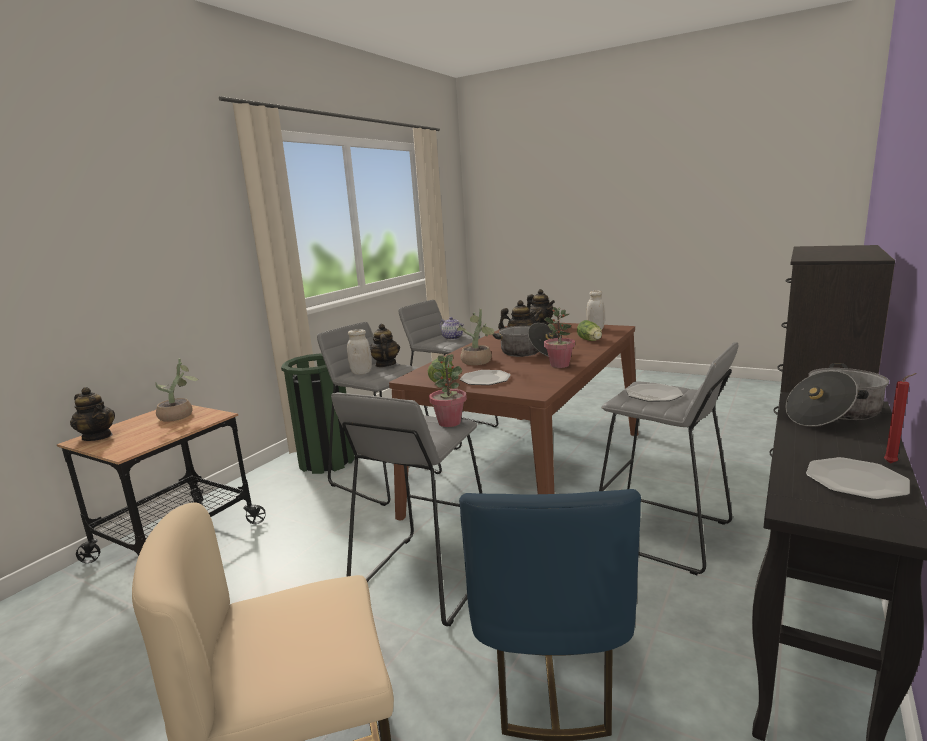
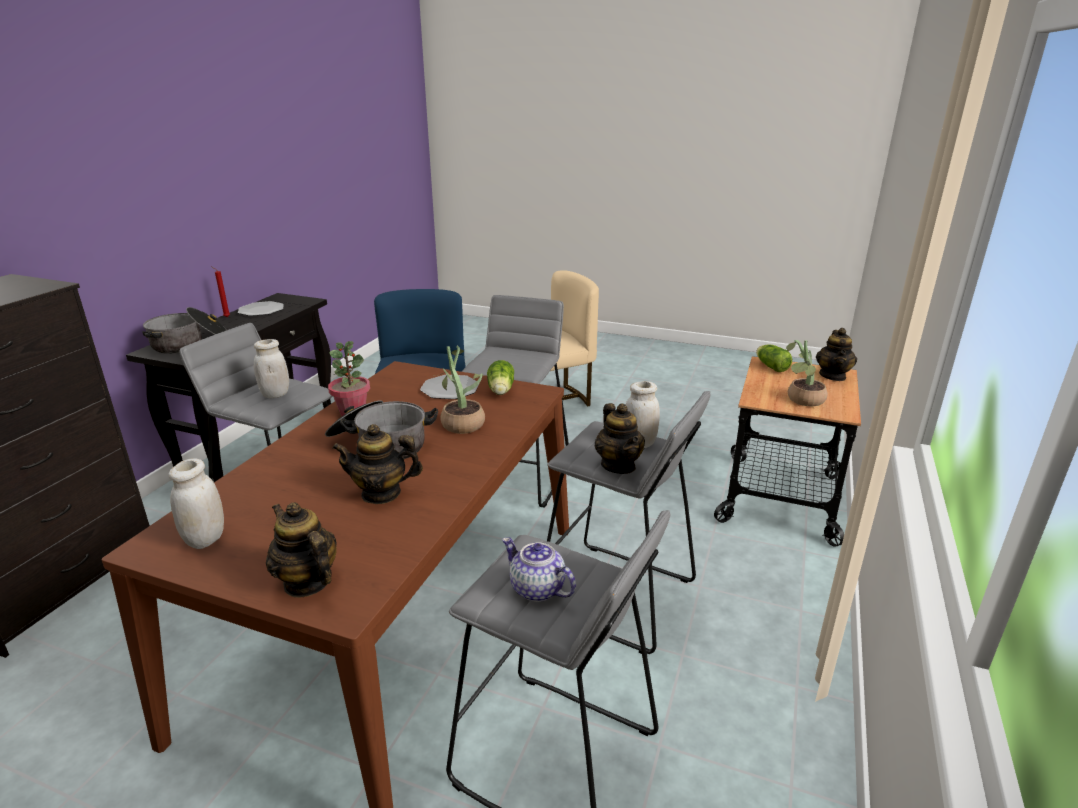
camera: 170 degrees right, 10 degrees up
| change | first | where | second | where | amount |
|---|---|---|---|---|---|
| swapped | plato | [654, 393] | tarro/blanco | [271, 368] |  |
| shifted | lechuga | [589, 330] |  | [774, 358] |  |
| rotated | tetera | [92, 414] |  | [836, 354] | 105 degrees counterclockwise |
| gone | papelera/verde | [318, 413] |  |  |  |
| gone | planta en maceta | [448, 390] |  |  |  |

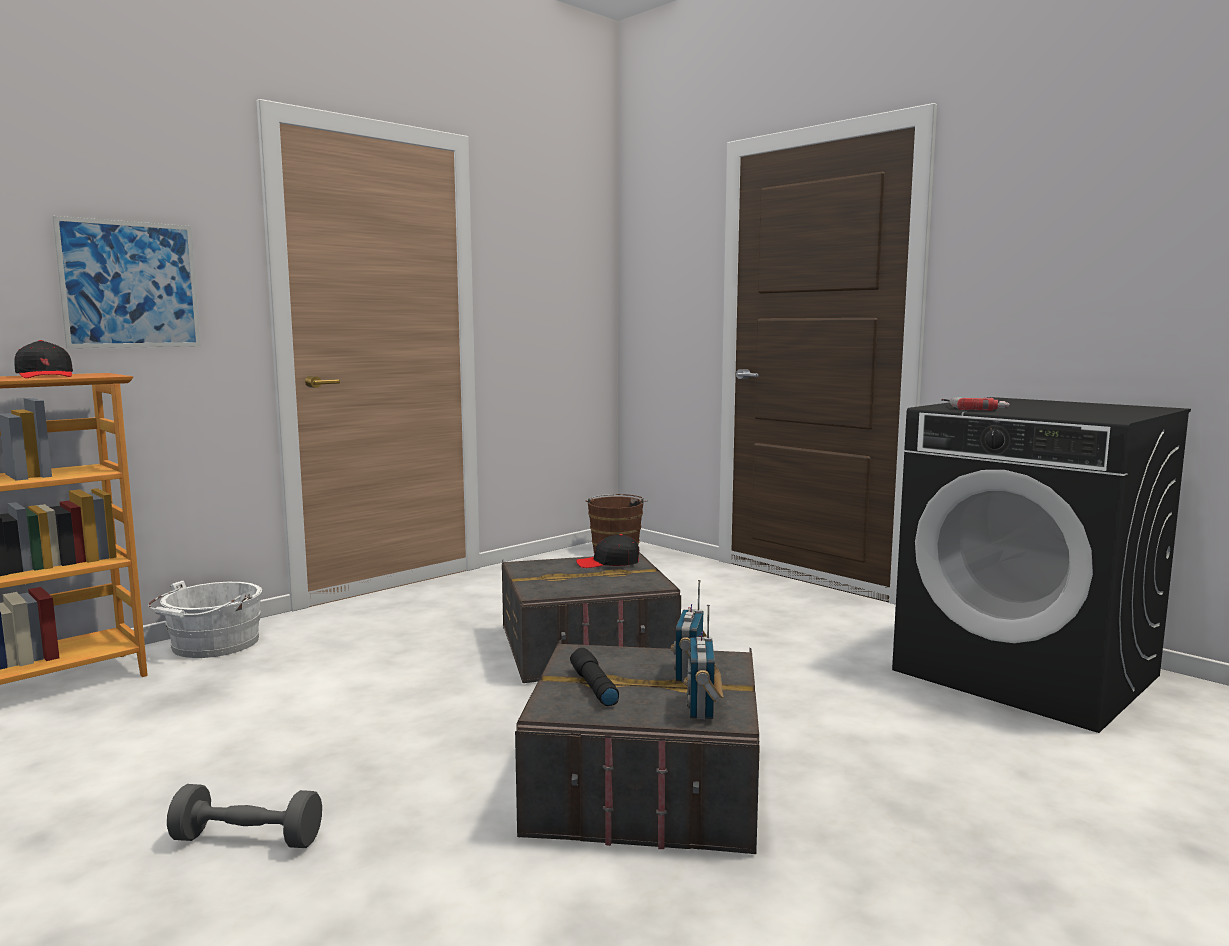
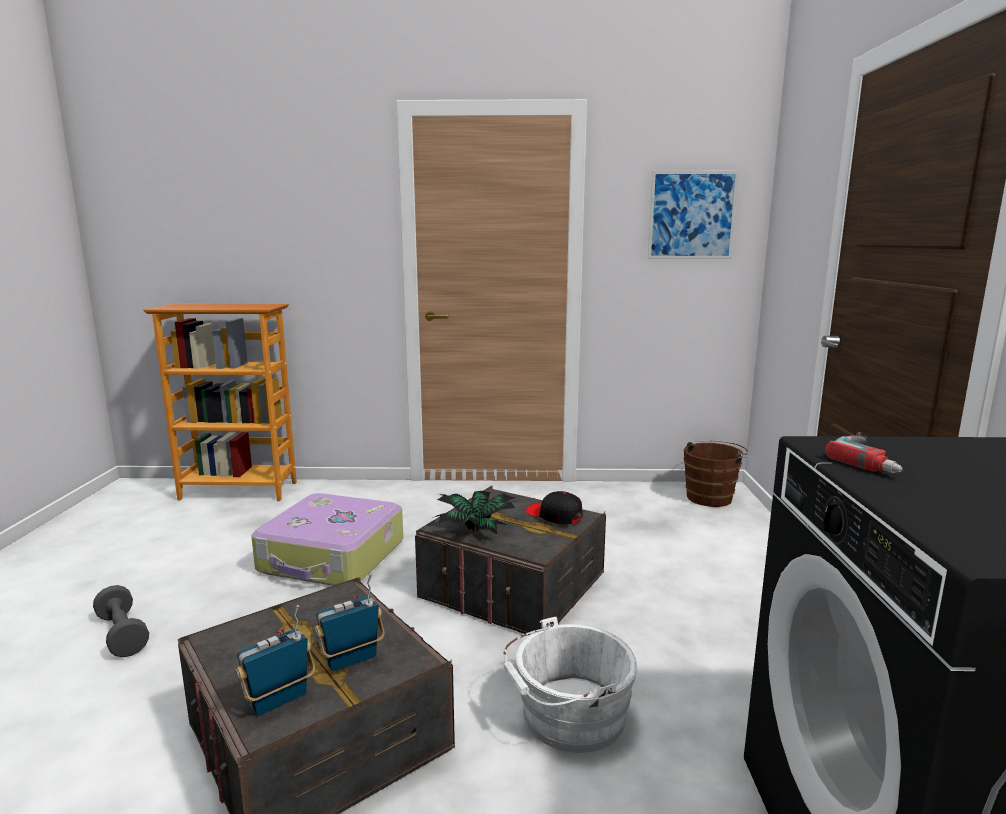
camera: 45 degrees right, 5 degrees up
| change | first | where | second | where | amount |
|---|---|---|---|---|---|
| new |  |  | maleta | [327, 539] |  |
| new |  |  | planta en maceta | [473, 512] |  |
| shifted | cubo/blanco | [205, 619] |  | [570, 685] |  |
| shifted | cuadro | [126, 282] |  | [693, 215] |  |
| gone | gorra/negro | [43, 359] |  |  |  |
| gone | linterna/negro | [594, 677] |  |  |  |

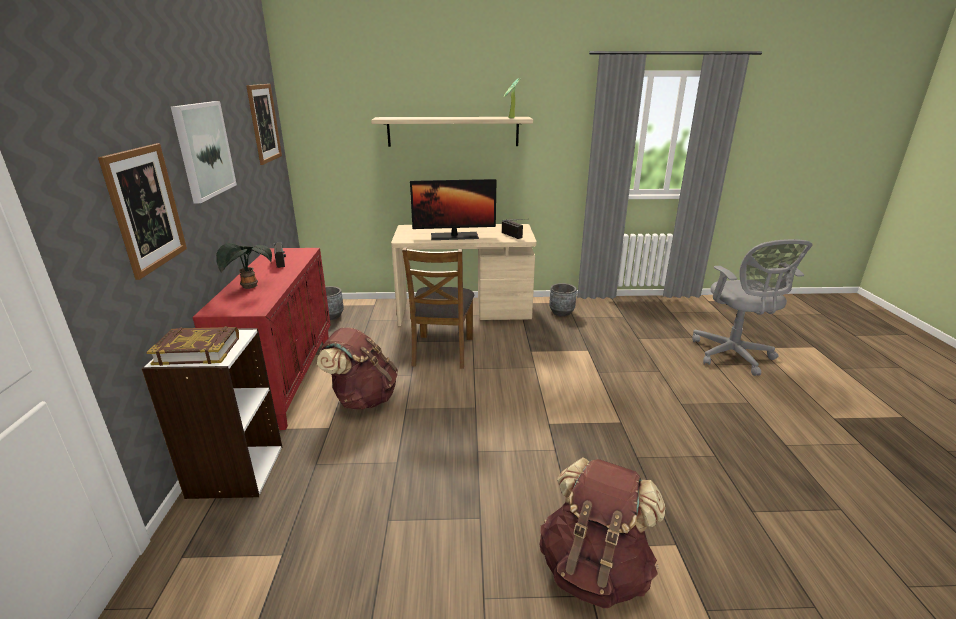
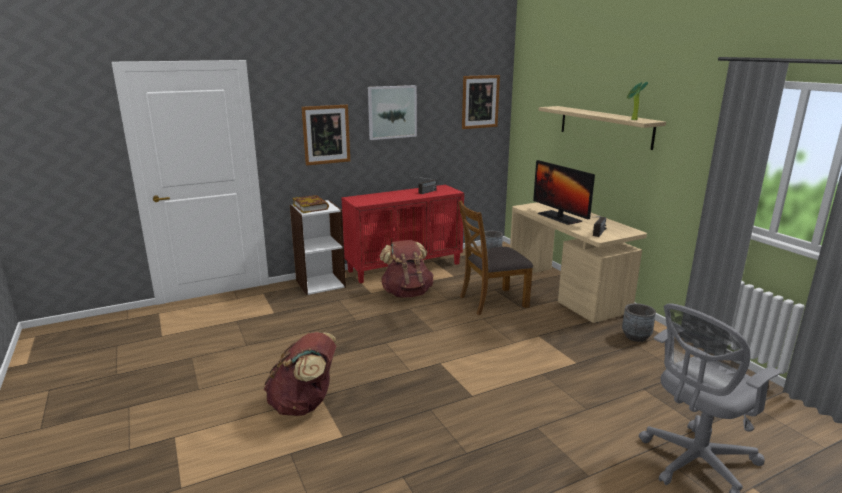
camera: 65 degrees right, 5 degrees down
| change | first | where | second | where | amount |
|---|---|---|---|---|---|
| gone | planta en maceta | [244, 266] |  |  |  |

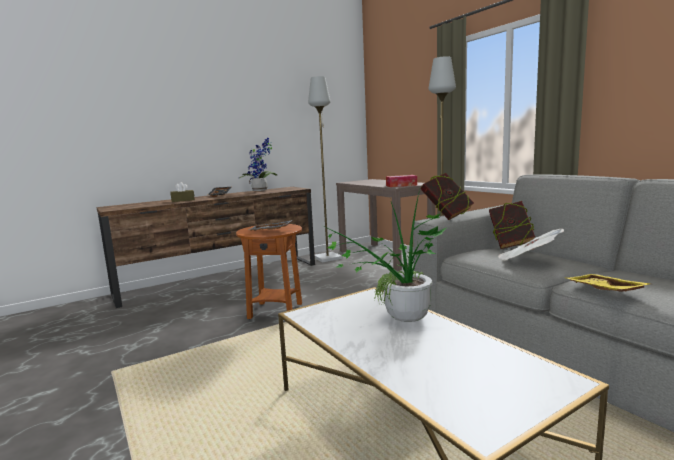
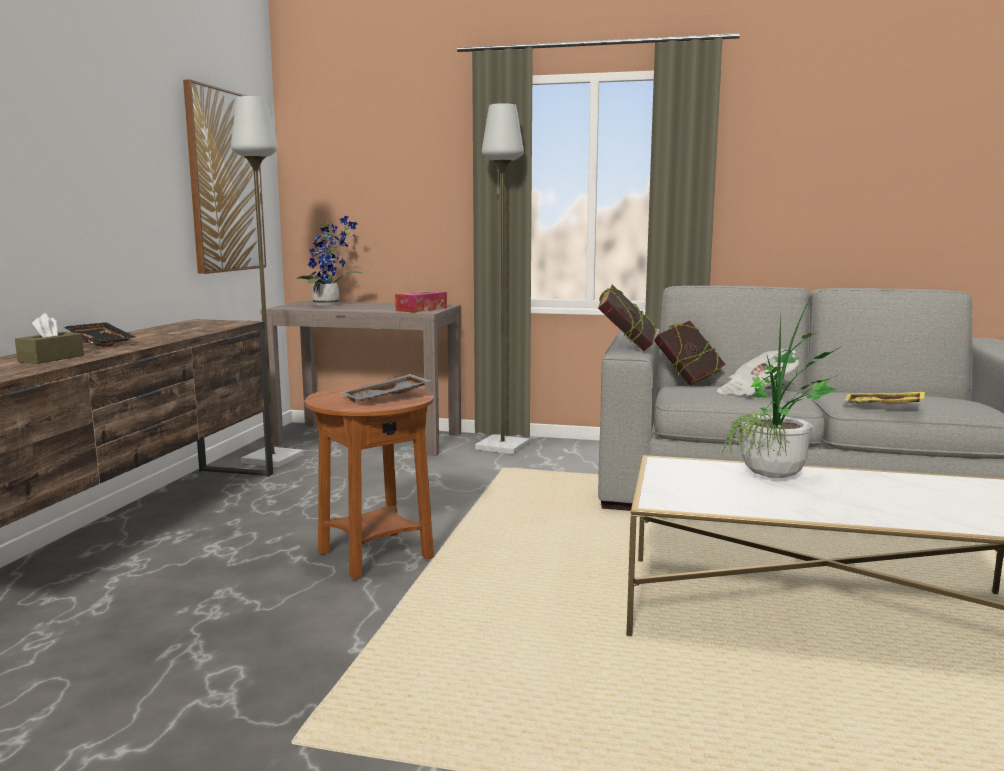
camera: 45 degrees left, 0 degrees up
| change | first | where | second | where | amount |
|---|---|---|---|---|---|
| new |  |  | cuadro | [224, 176] |  |
| shifted | planta en maceta | [258, 164] |  | [330, 260] |  |

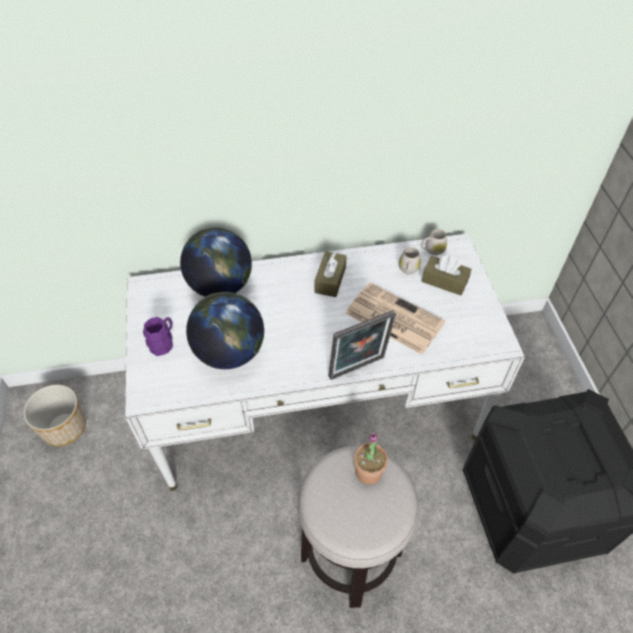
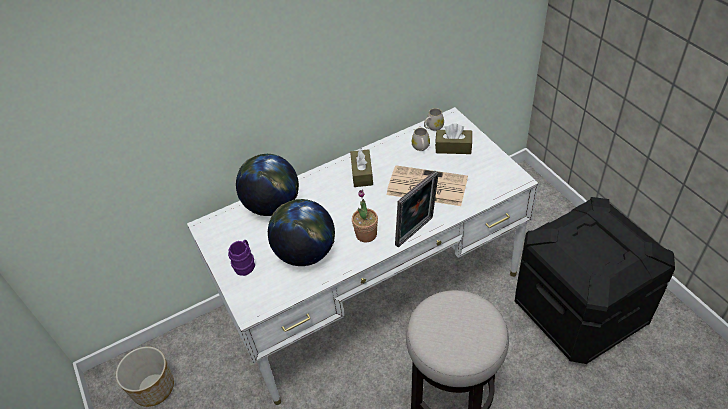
camera: 15 degrees left, 5 degrees down
| change | first | where | second | where | amount |
|---|---|---|---|---|---|
| shifted | planta en maceta | [371, 458] |  | [365, 216] |  |

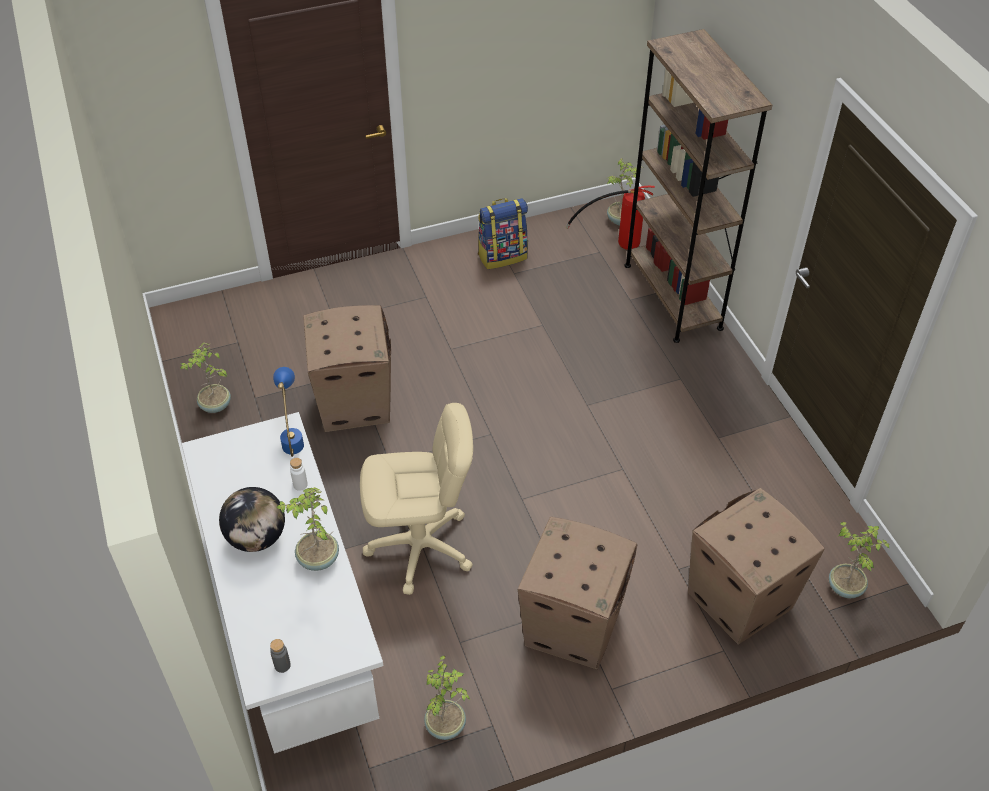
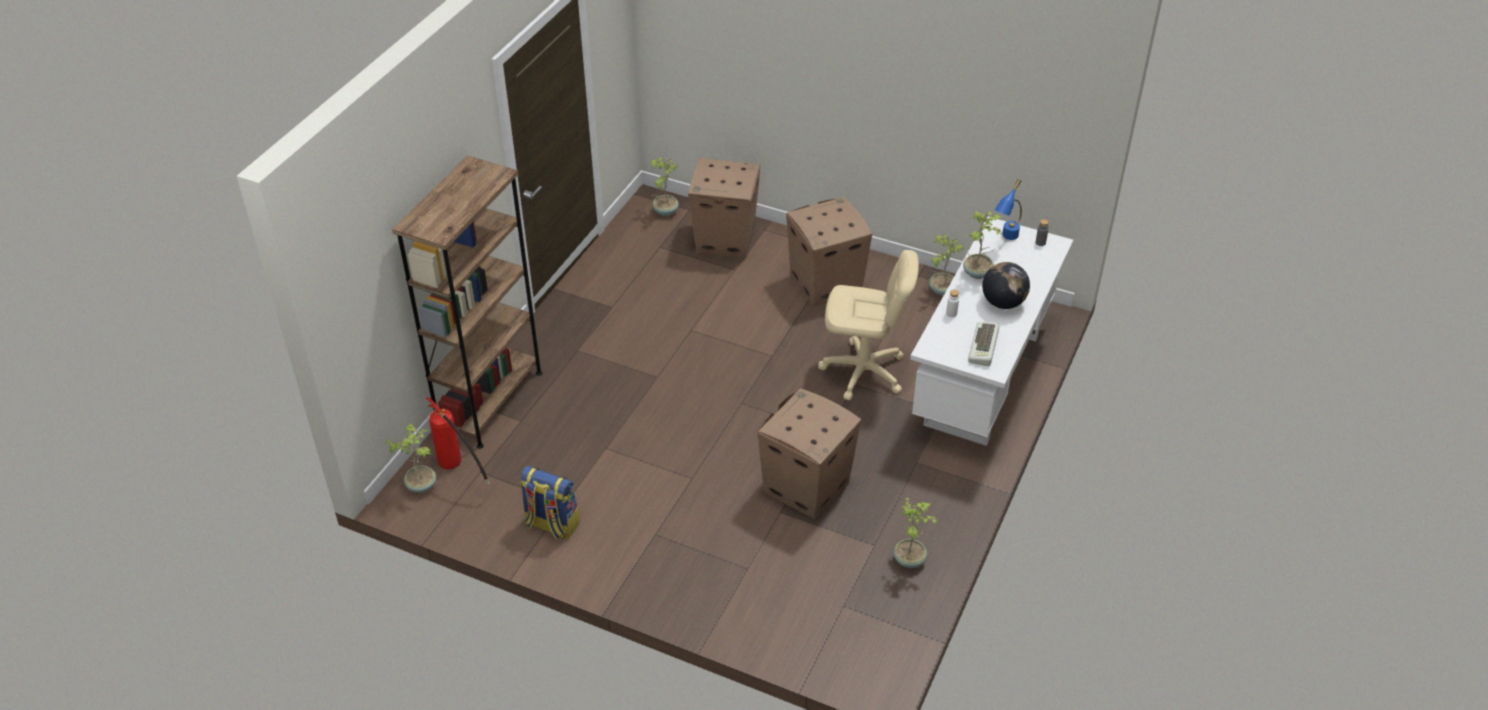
camera: 135 degrees left, 5 degrees down
| change | first | where | second | where | amount |
|---|---|---|---|---|---|
| rotated | silla de oficina/beis | [416, 499] |  | [868, 325] | 150 degrees clockwise |
| new |  |  | teclado | [983, 344] |  |
| shifted | lámpara de mesa/azul | [288, 412] |  | [1008, 209] |  |

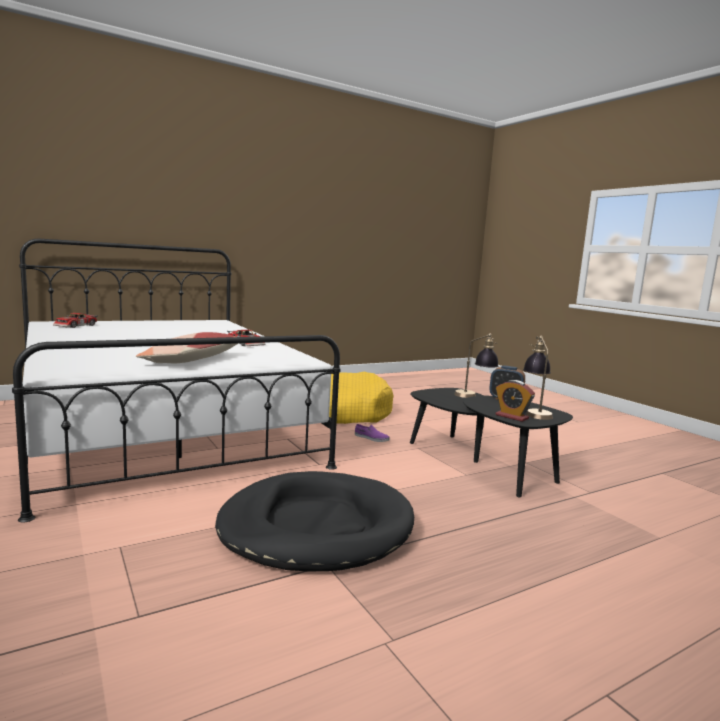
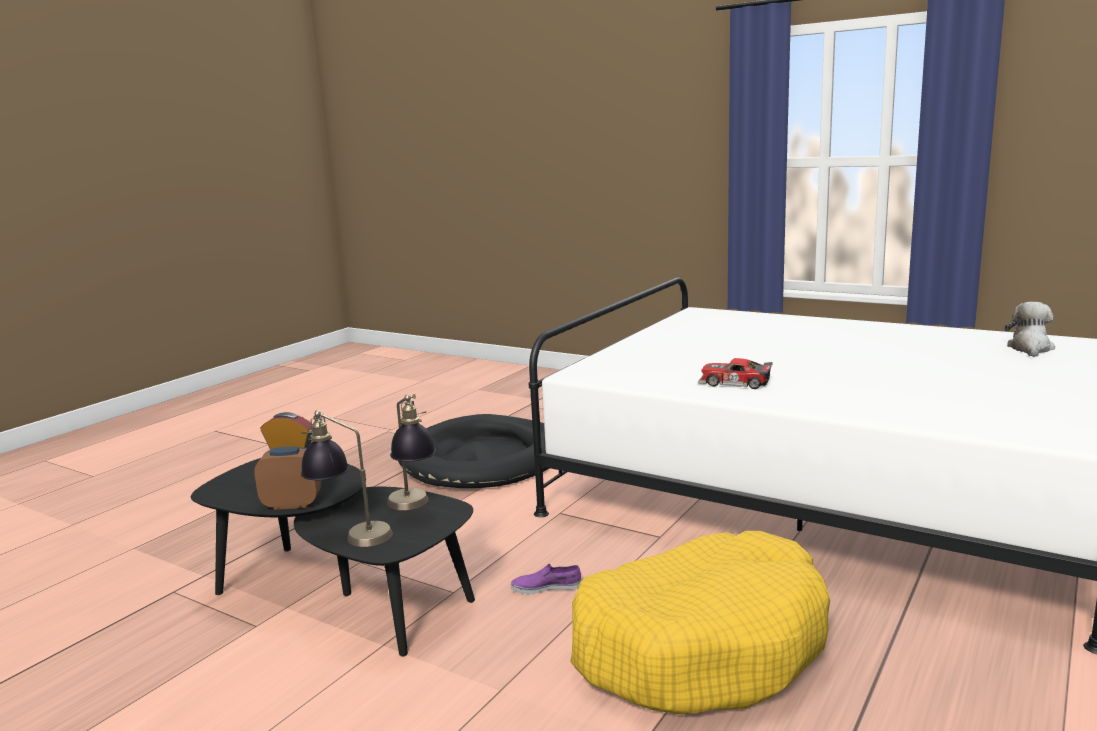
camera: 155 degrees right, 5 degrees up
| change | first | where | second | where | amount |
|---|---|---|---|---|---|
| shifted | lámpara de mesa | [538, 378] |  | [411, 452] |  |
| swapped | coche de juguete | [75, 320] | peluche | [1030, 329] |  |
| gone | cojín | [187, 347] |  |  |  |

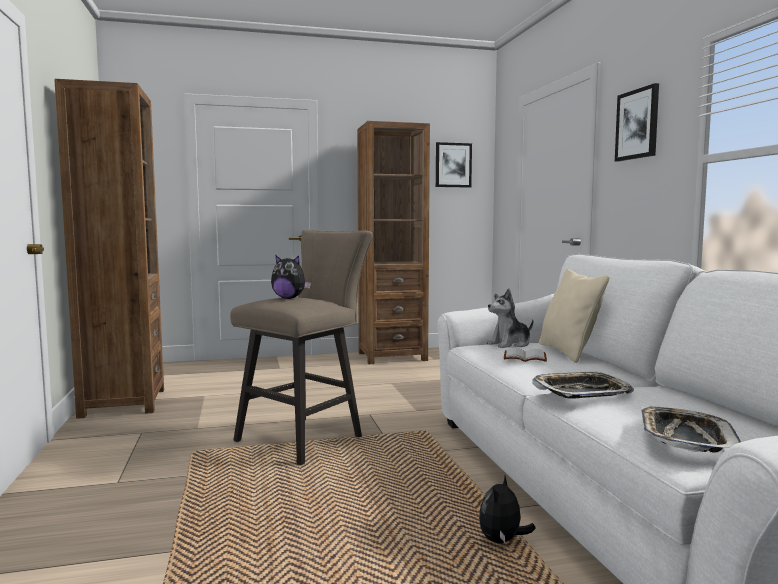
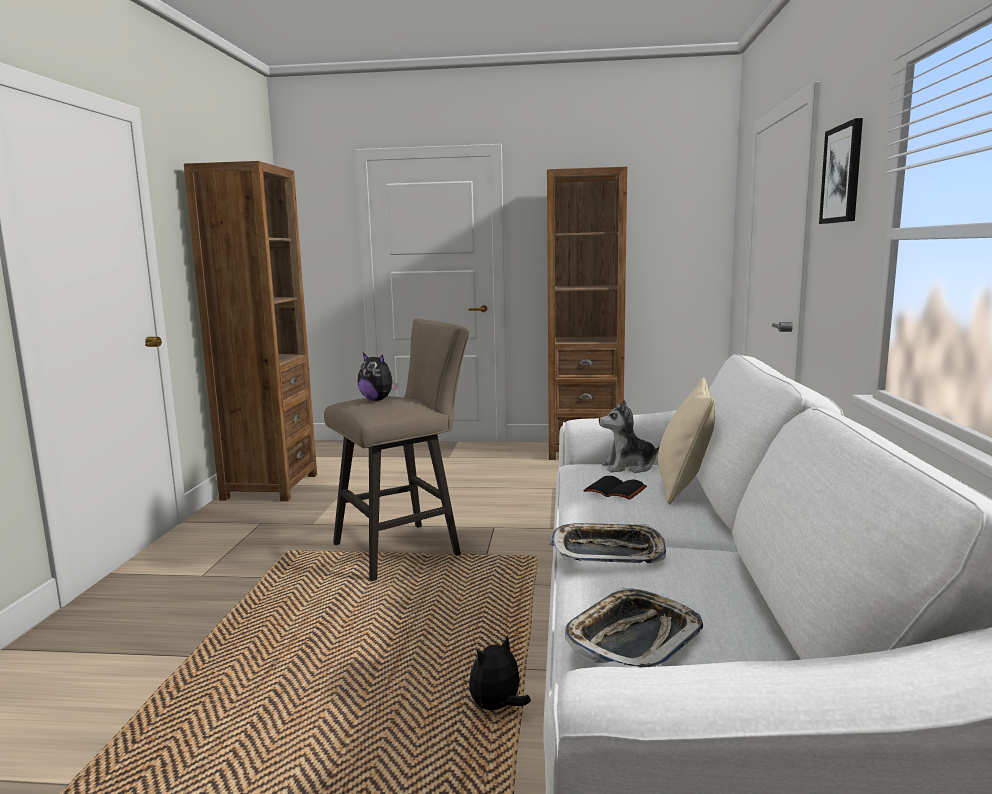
camera: 20 degrees right, 5 degrees up
| change | first | where | second | where | amount |
|---|---|---|---|---|---|
| repainted | libro/blanco | [525, 355] | libro/negro | [615, 488] |  |
| gone | cuadro | [454, 165] |  |  |  |

